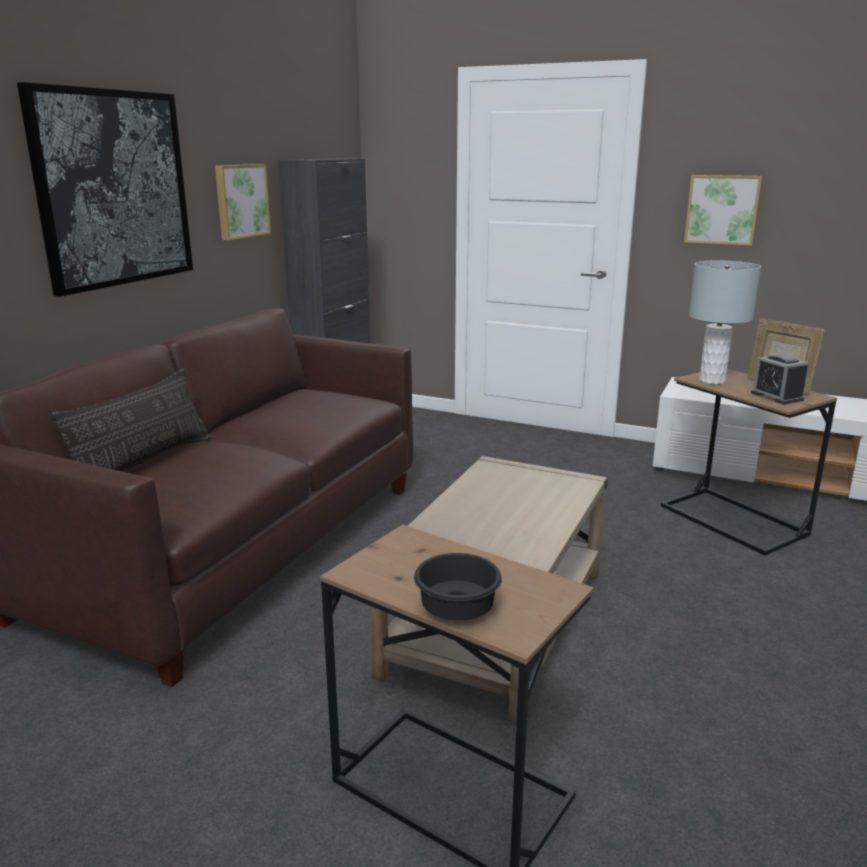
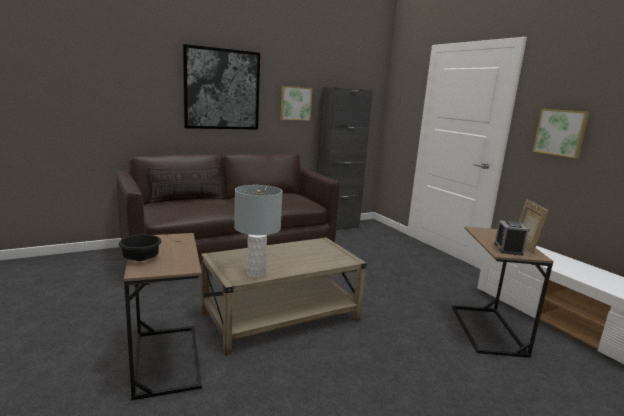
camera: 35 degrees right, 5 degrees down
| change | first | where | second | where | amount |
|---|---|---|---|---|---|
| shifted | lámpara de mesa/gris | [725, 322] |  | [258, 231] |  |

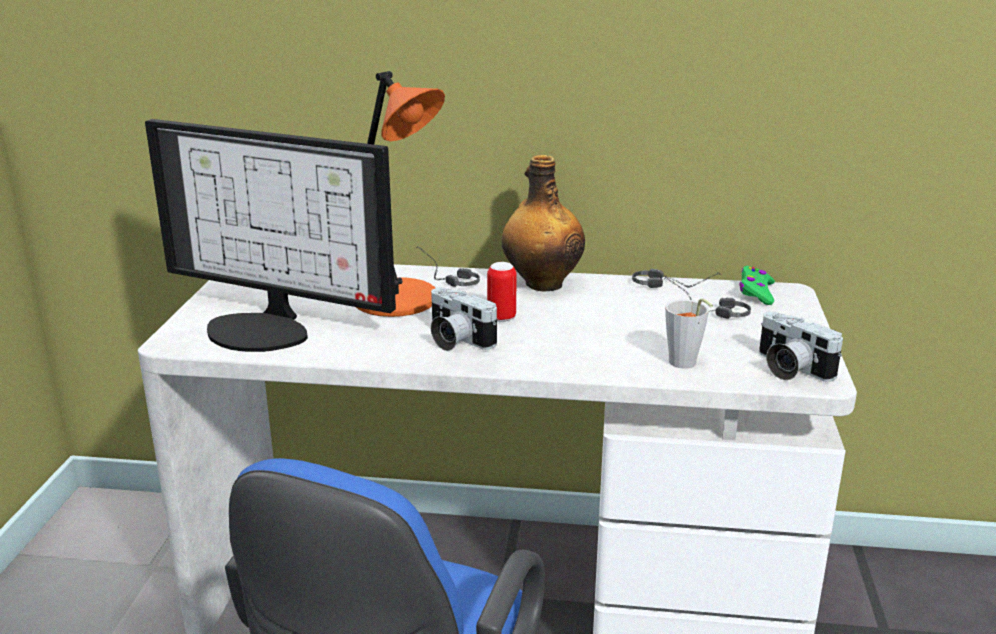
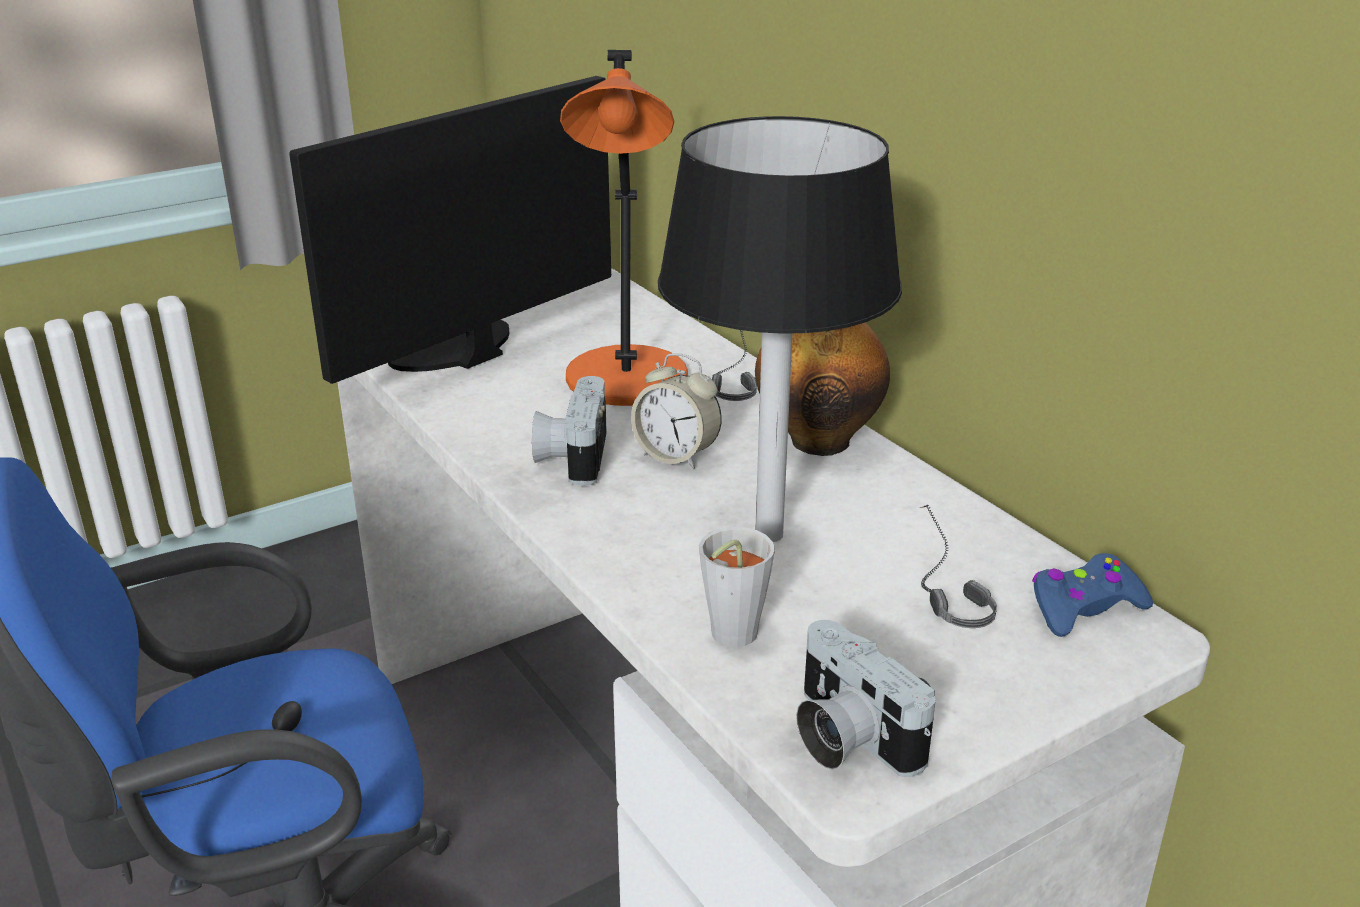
camera: 50 degrees right, 5 degrees up
| change | first | where | second | where | amount |
|---|---|---|---|---|---|
| rotated | monitor | [270, 235] |  | [450, 230] | 60 degrees clockwise |
| swapped | lata | [502, 292] | despertador | [676, 411] |  |
| new |  |  | lámpara de mesa/negro | [780, 329] |  |
| rotated | cámara | [801, 347] |  | [866, 698] | 45 degrees counterclockwise |
| repainted | mando de consola/verde | [757, 285] | mando de consola/azul | [1092, 595] |  |
| gone | auriculares | [676, 278] |  |  |  |

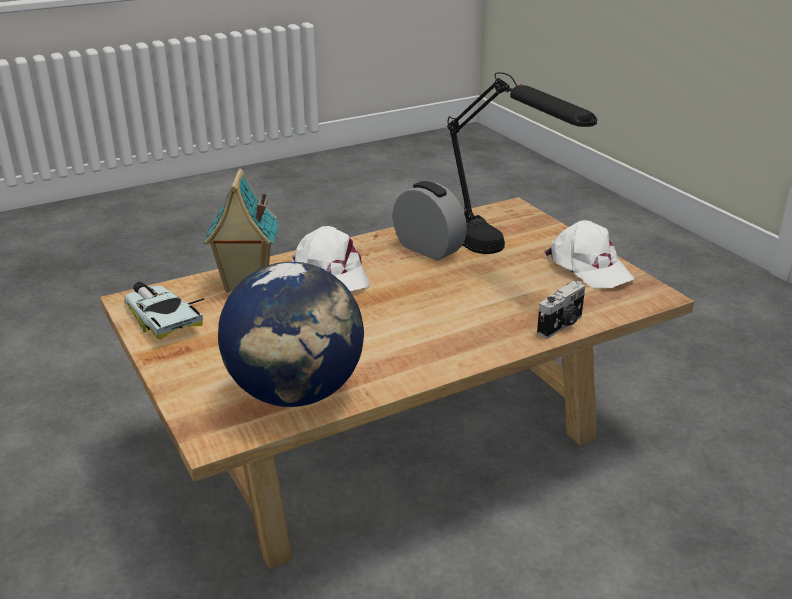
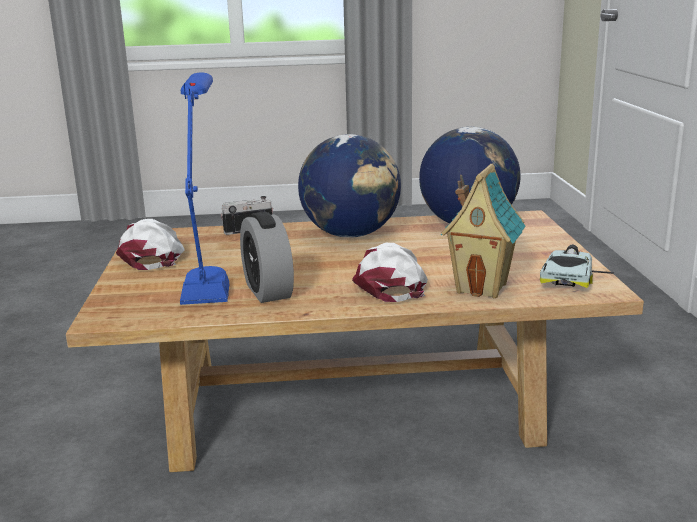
camera: 155 degrees left, 10 degrees down
| change | first | where | second | where | amount |
|---|---|---|---|---|---|
| repainted | lámpara de mesa/negro | [522, 163] | lámpara de mesa/azul | [204, 188] |  |
| new |  |  | globo terráqueo | [349, 186] |  |
| rotated | coche de juguete | [164, 311] |  | [577, 266] | 150 degrees counterclockwise |

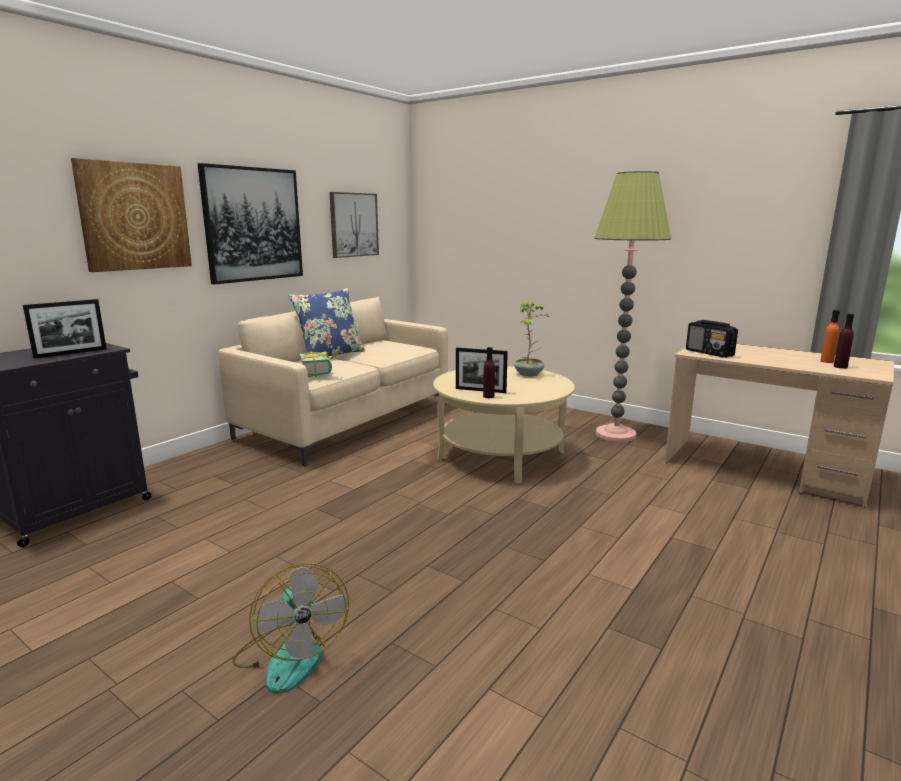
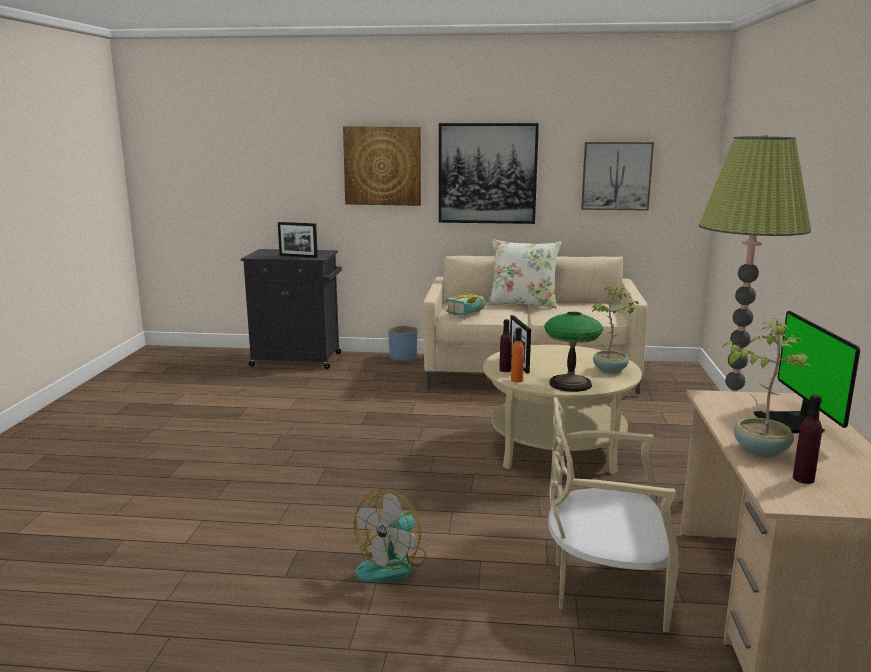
camera: 60 degrees right, 0 degrees up
| change | first | where | second | where | amount |
|---|---|---|---|---|---|
| shifted | ventilador | [290, 628] |  | [390, 535] |  |
| new |  |  | maceta/azul | [402, 344] |  |
| repainted | cojín/azul | [327, 322] | cojín/blanco | [525, 273] |  |
| shifted | botella/naranja | [830, 336] |  | [517, 355] |  |
| new |  |  | lámpara de mesa | [573, 352] |  |
| new |  |  | silla/beis | [613, 514] |  |
| new |  |  | planta en maceta | [768, 388] |  |
| new |  |  | monitor | [807, 372] |  |
| gone | radio | [712, 339] |  |  |  |

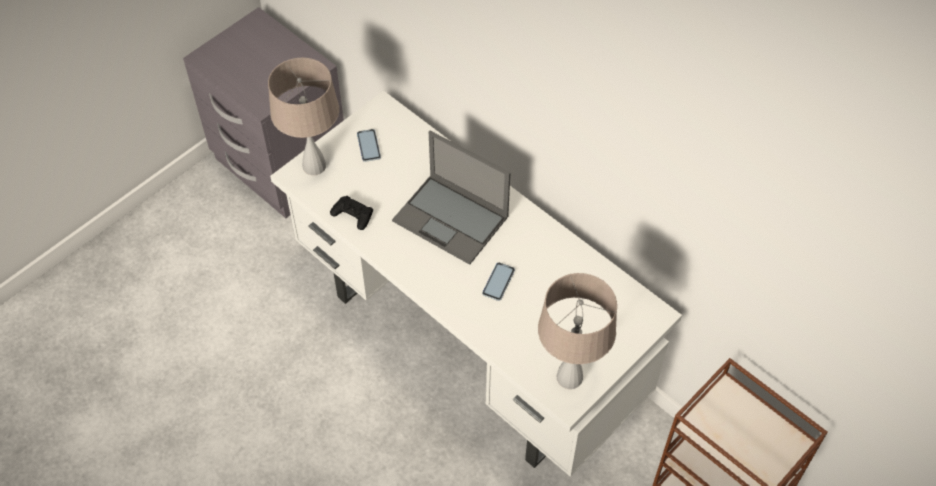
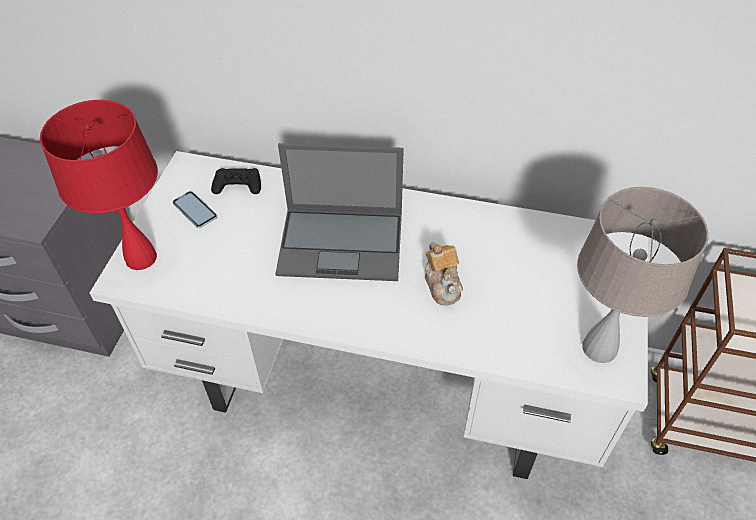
camera: 30 degrees left, 5 degrees down
| change | first | where | second | where | amount |
|---|---|---|---|---|---|
| repainted | lámpara de mesa/beis | [303, 116] | lámpara de mesa/rojo | [99, 185] |  |
| shifted | mando de consola/negro | [351, 213] |  | [236, 181] |  |
| swapped | móvil | [498, 281] | tetera | [444, 273] |  |

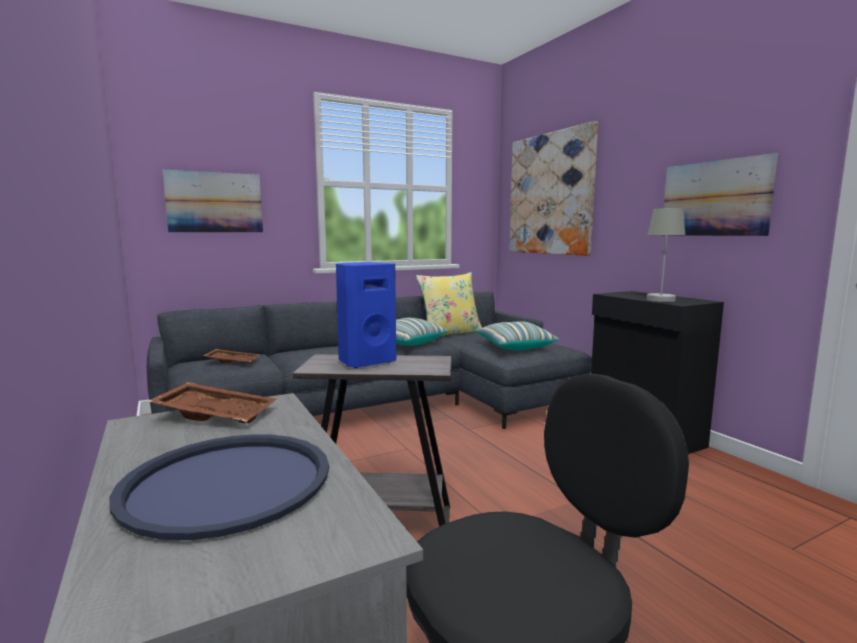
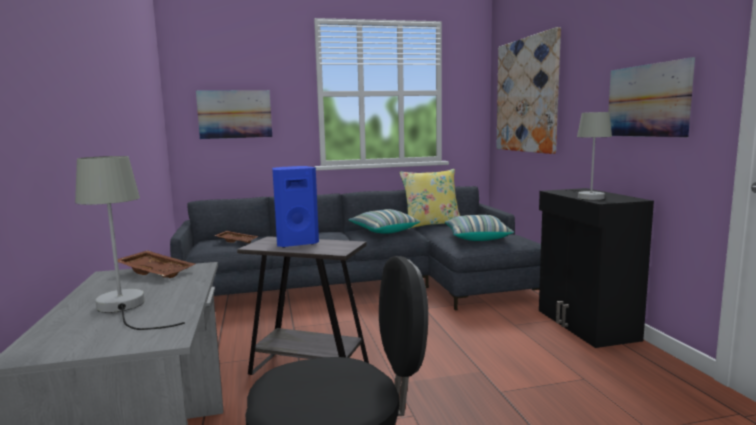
camera: 15 degrees right, 0 degrees up
| change | first | where | second | where | amount |
|---|---|---|---|---|---|
| swapped | bandeja/azul | [219, 487] | lámpara de mesa/gris | [130, 243] |  |

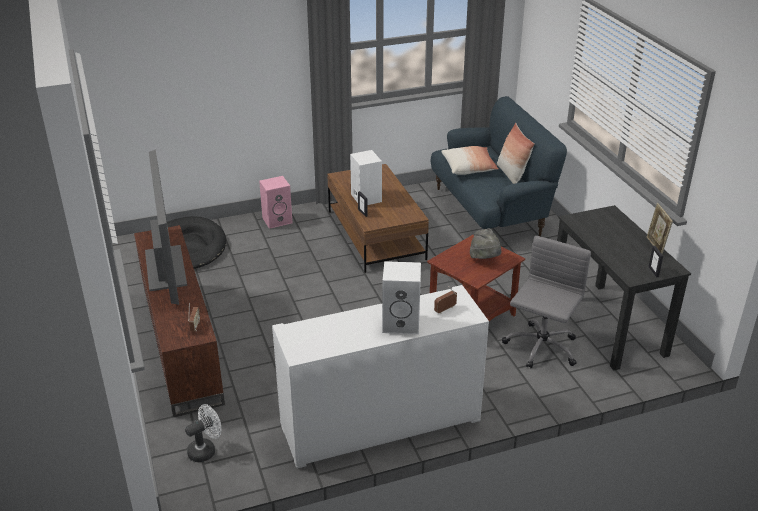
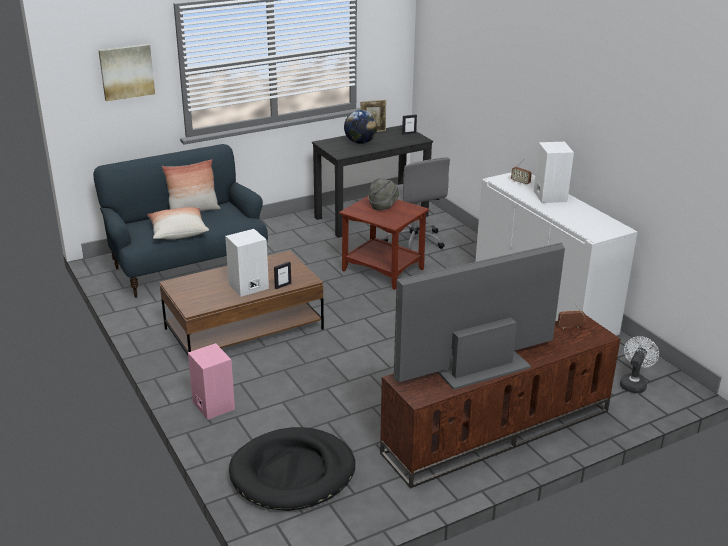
camera: 100 degrees left, 5 degrees down
| change | first | where | second | where | amount |
|---|---|---|---|---|---|
| new |  |  | cuadro | [126, 72] |  |
| new |  |  | globo terráqueo | [360, 127] |  |
| rotated | silla de oficina/gris | [546, 302] |  | [416, 203] | 135 degrees counterclockwise |
| rotated | ventilador/blanco | [203, 433] |  | [639, 364] | 75 degrees clockwise |

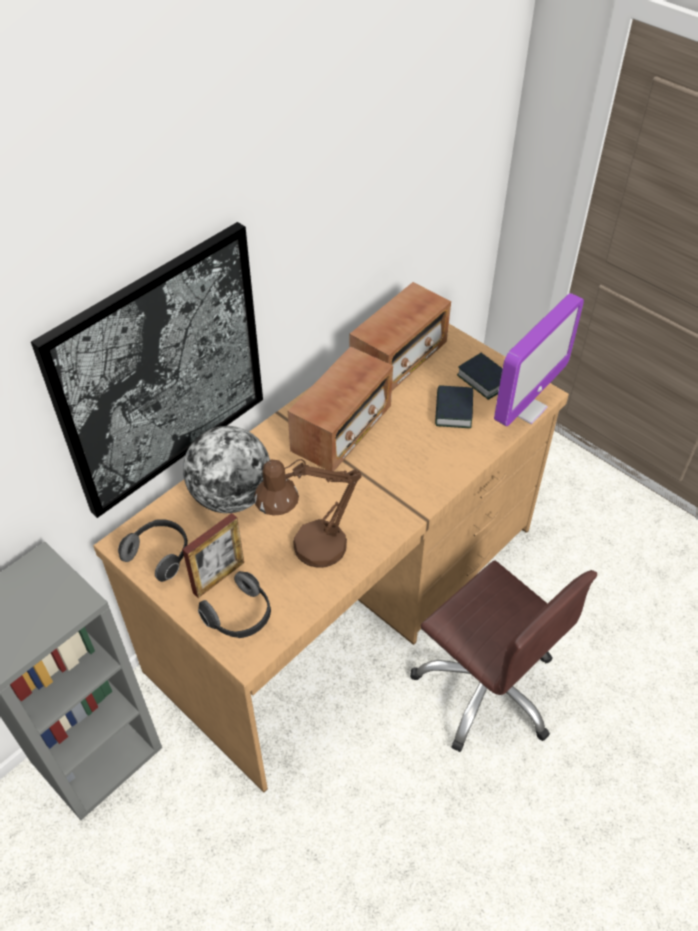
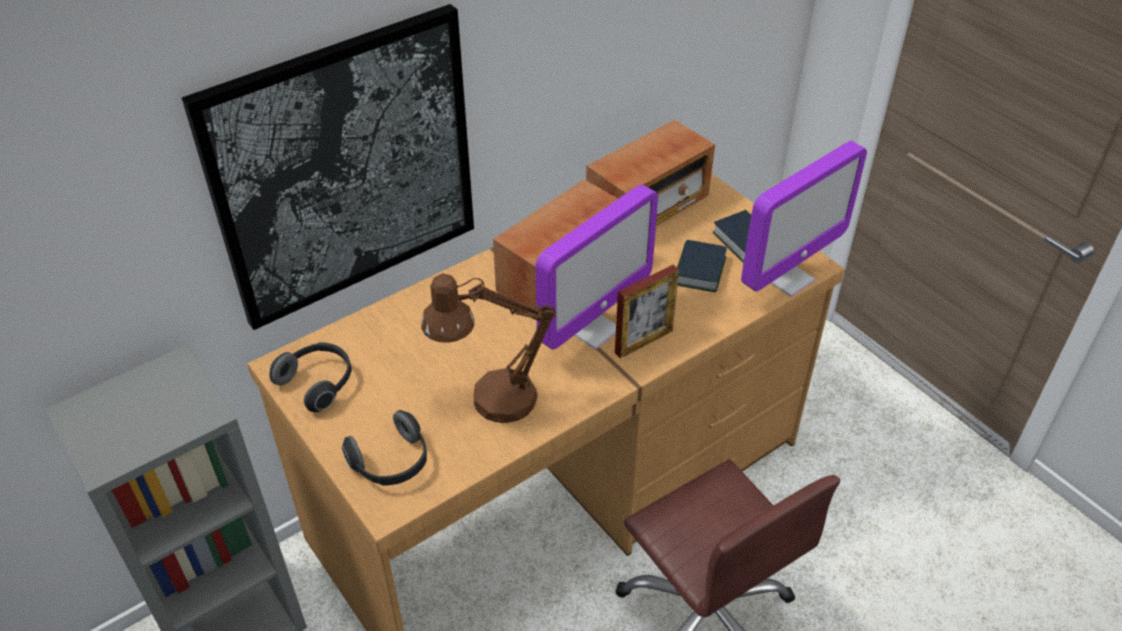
camera: 10 degrees right, 5 degrees down
| change | first | where | second | where | amount |
|---|---|---|---|---|---|
| new |  |  | monitor | [596, 266] |  |
| shifted | portarretratos | [213, 555] |  | [647, 311] |  |
| gone | globo terráqueo | [226, 469] |  |  |  |

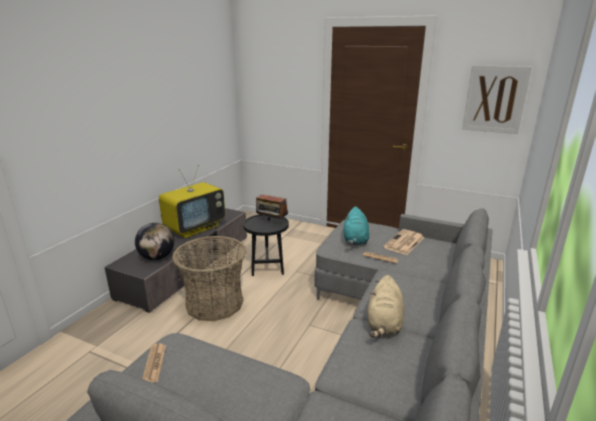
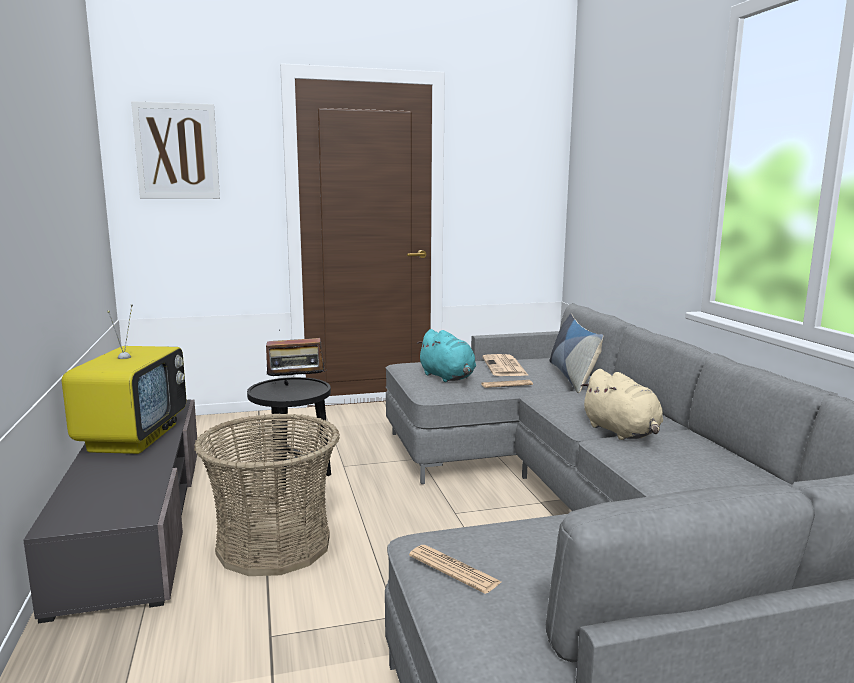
camera: 40 degrees left, 10 degrees down
| change | first | where | second | where | amount |
|---|---|---|---|---|---|
| shifted | cuadro | [497, 99] |  | [175, 150] |  |
| new |  |  | cojín | [576, 353] |  |
| gone | globo terráqueo | [154, 241] |  |  |  |

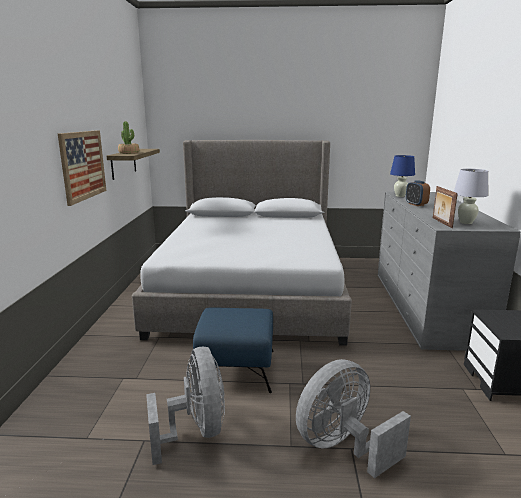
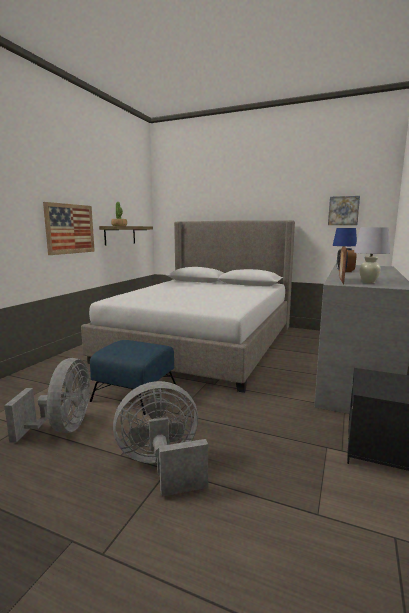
camera: 20 degrees right, 5 degrees down
| change | first | where | second | where | amount |
|---|---|---|---|---|---|
| new |  |  | cuadro | [344, 210] |  |

